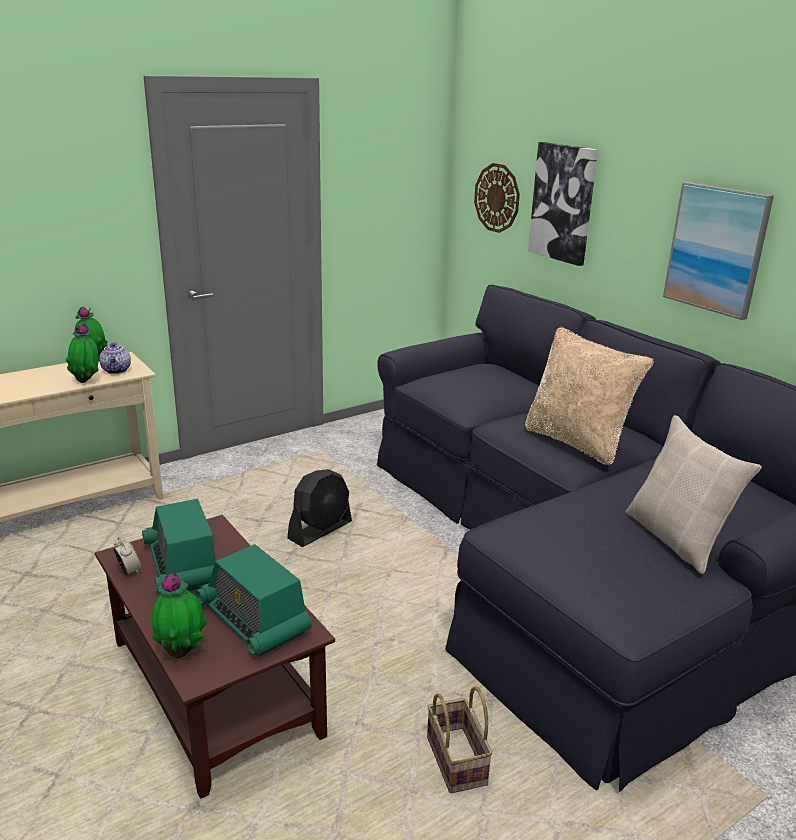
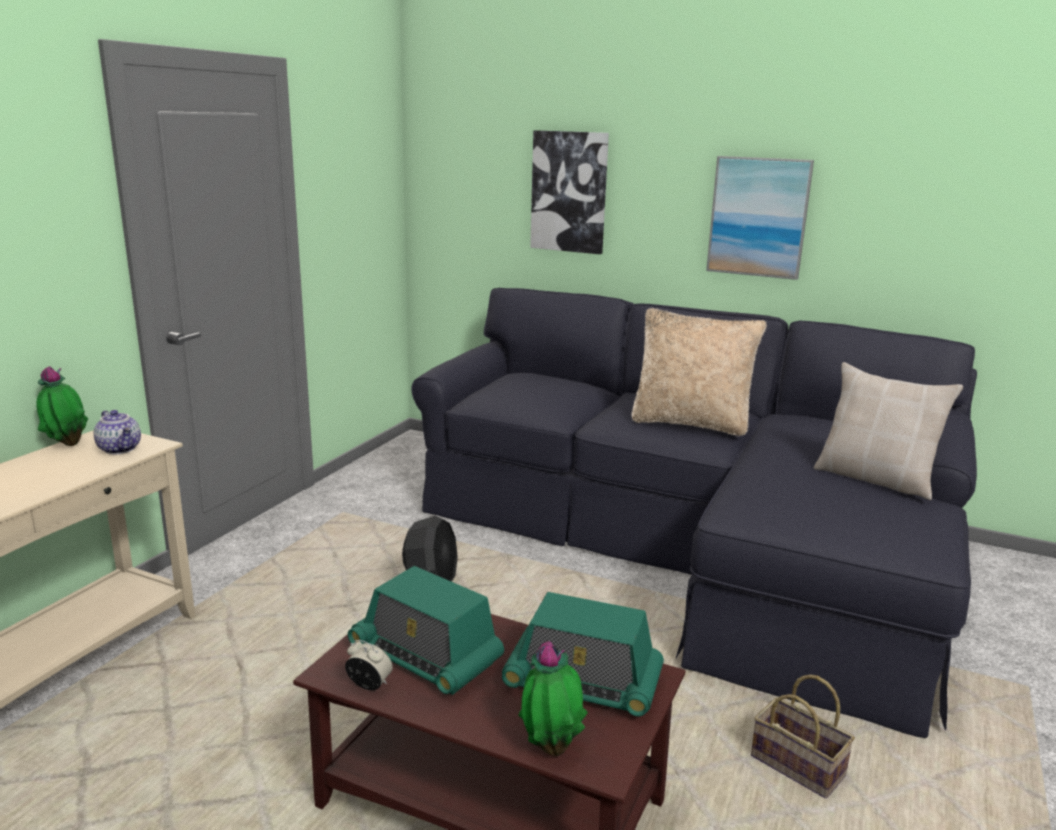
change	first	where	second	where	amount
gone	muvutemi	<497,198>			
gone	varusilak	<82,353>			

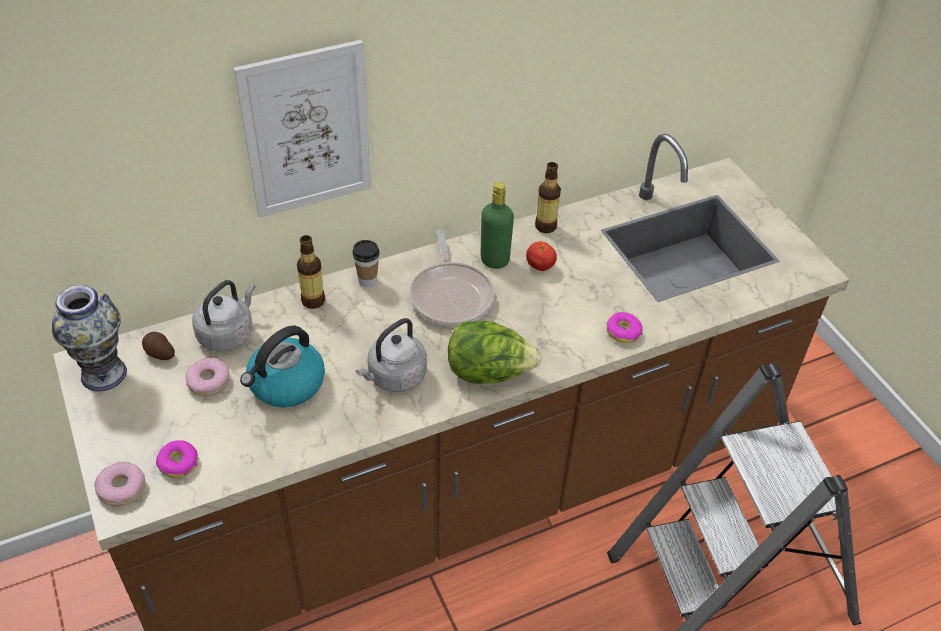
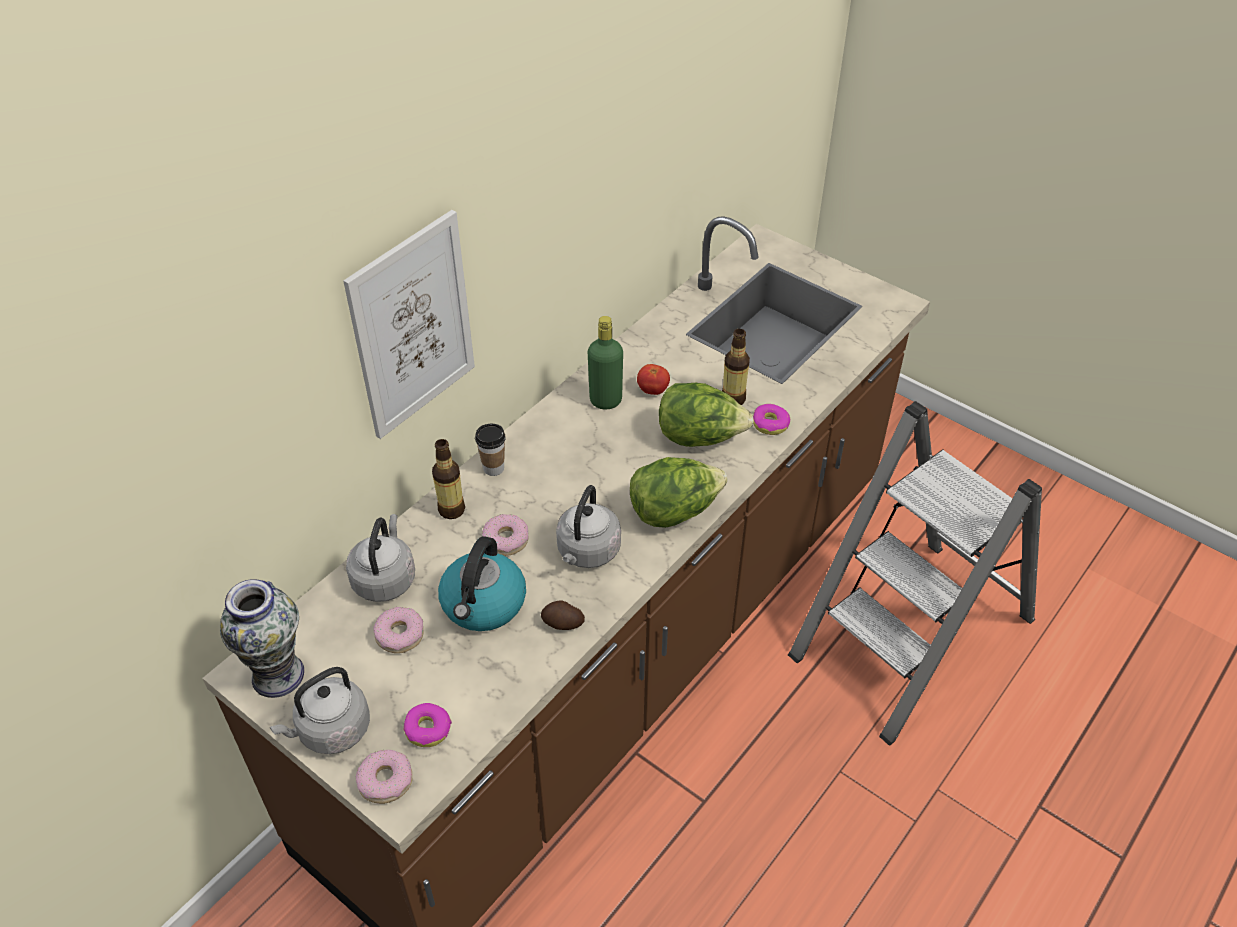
change	first	where	second	where	amount
shifted	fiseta	<548,197>		<736,367>	
gone	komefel	<452,278>			
shifted	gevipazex	<158,346>		<563,615>	
new			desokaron	<706,415>	
new			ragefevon	<505,535>	
new			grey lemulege	<320,710>	

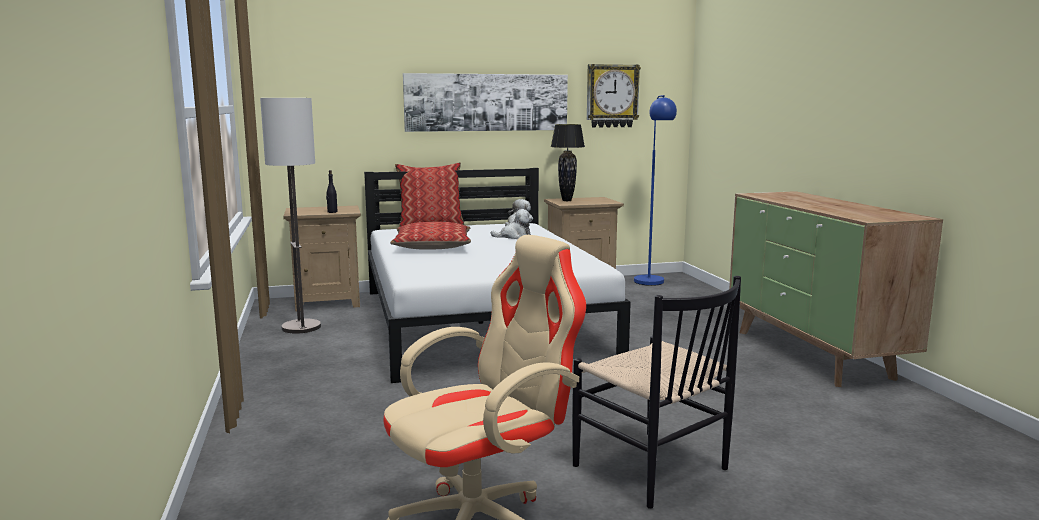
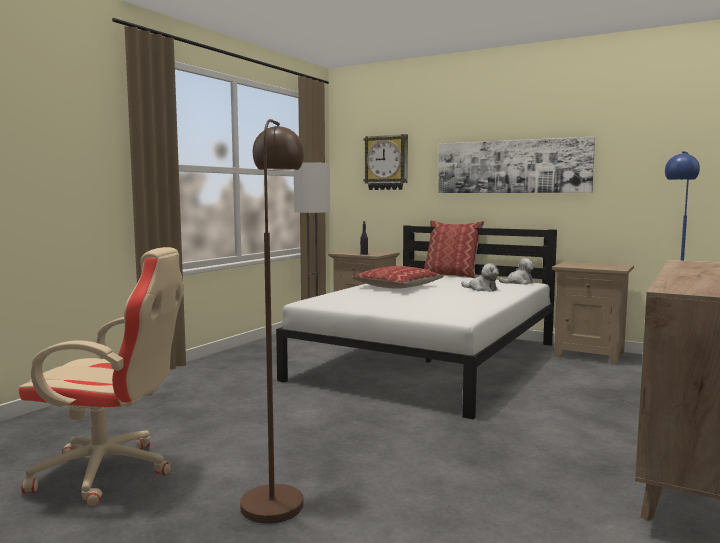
change	first	where	second	where	amount
shifted	muvutemi	<614,96>		<386,162>	
gone	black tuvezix	<568,162>			
swapped	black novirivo	<656,392>	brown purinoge	<272,321>	

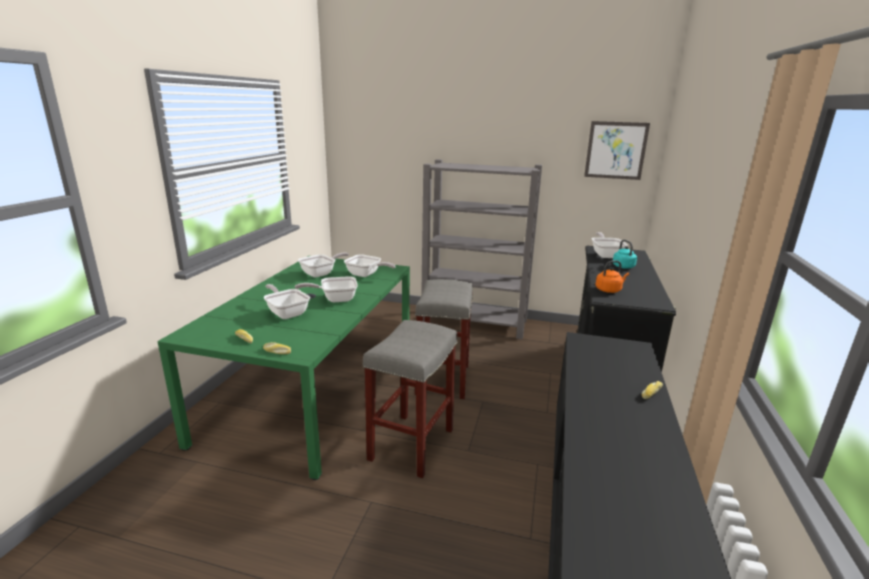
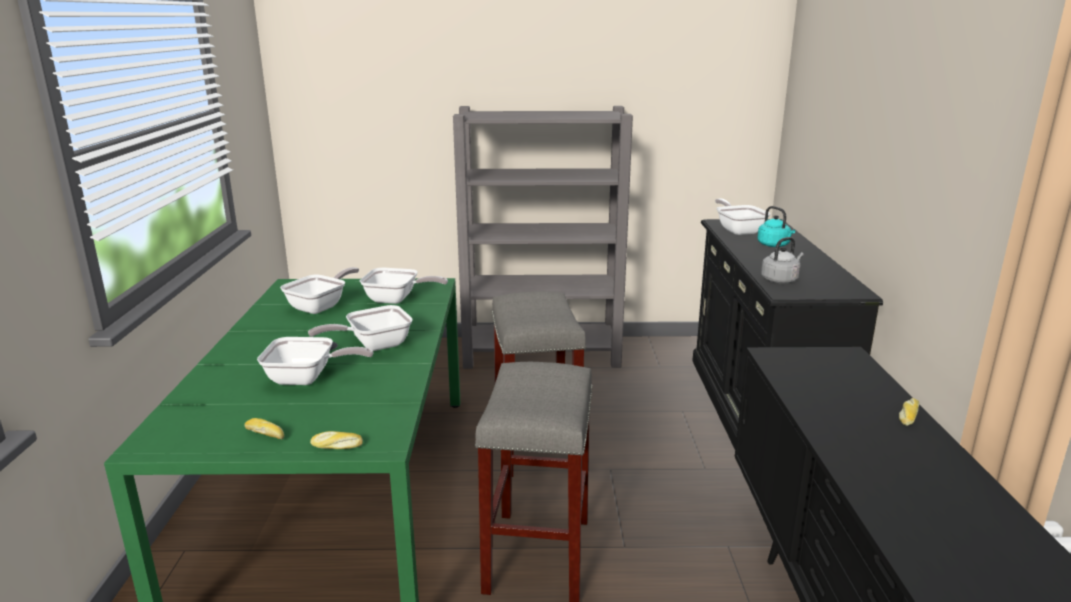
change	first	where	second	where	amount
gone	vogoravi	<617,150>			
repainted	orange lemulege	<612,276>	grey lemulege	<782,260>	
rotated	komefel	<286,301>		<315,361>	150 degrees clockwise

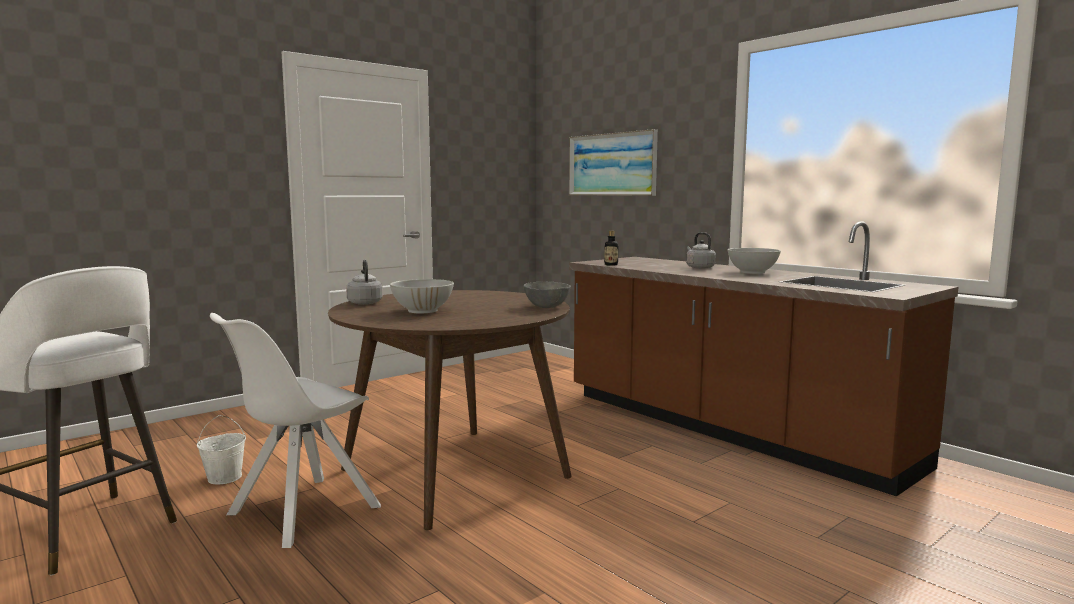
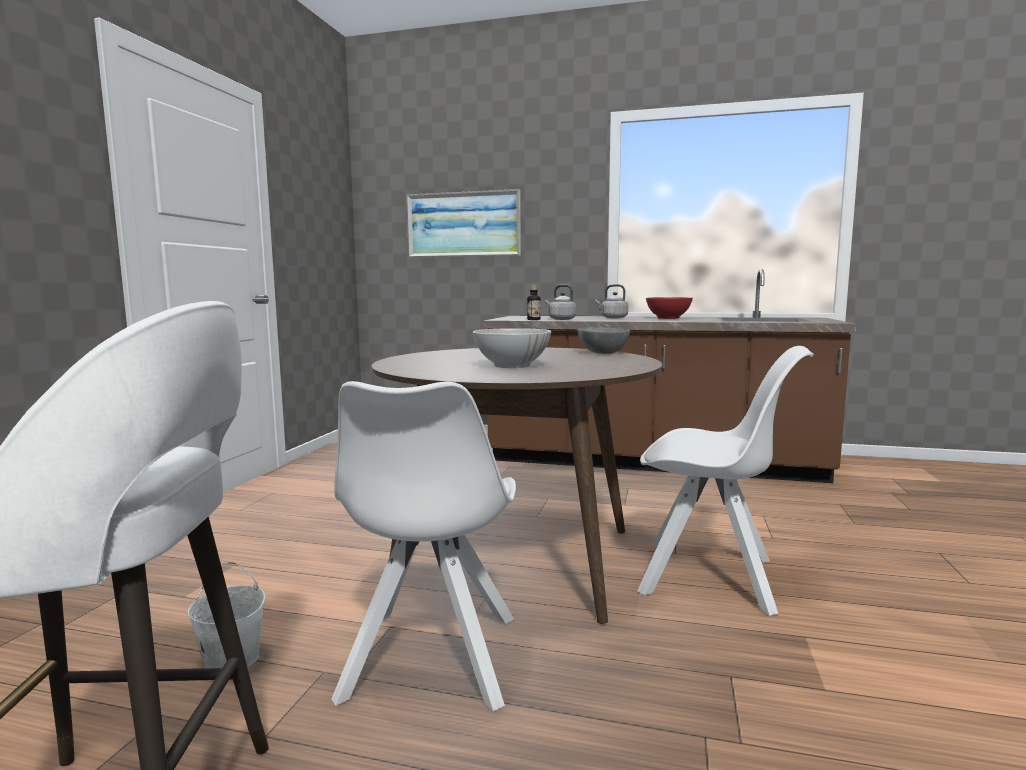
change	first	where	second	where	amount
repainted	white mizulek	<754,261>	red mizulek	<669,308>	
shifted	grey lemulege	<364,282>		<561,302>	
new			white novirivo	<725,480>	

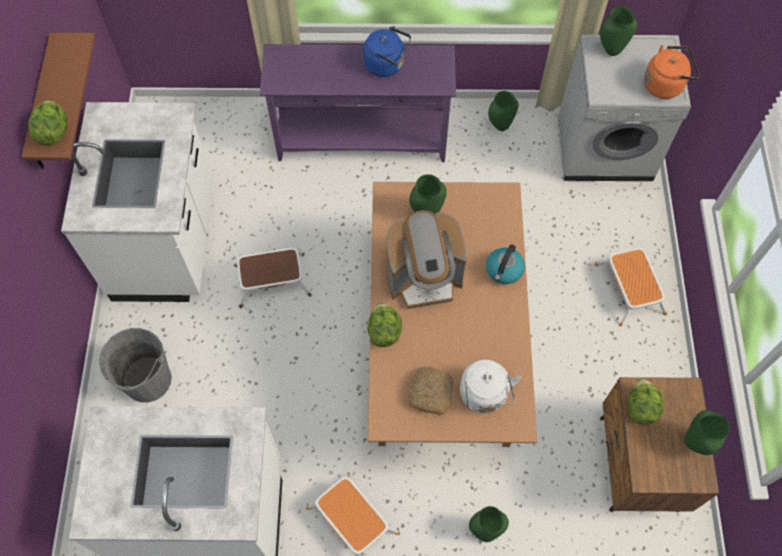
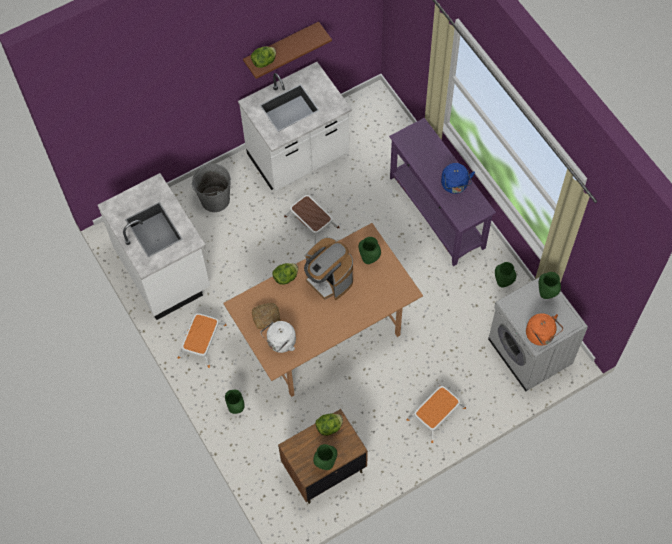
change	first	where	second	where	amount
gone	lemulege	<505,264>			

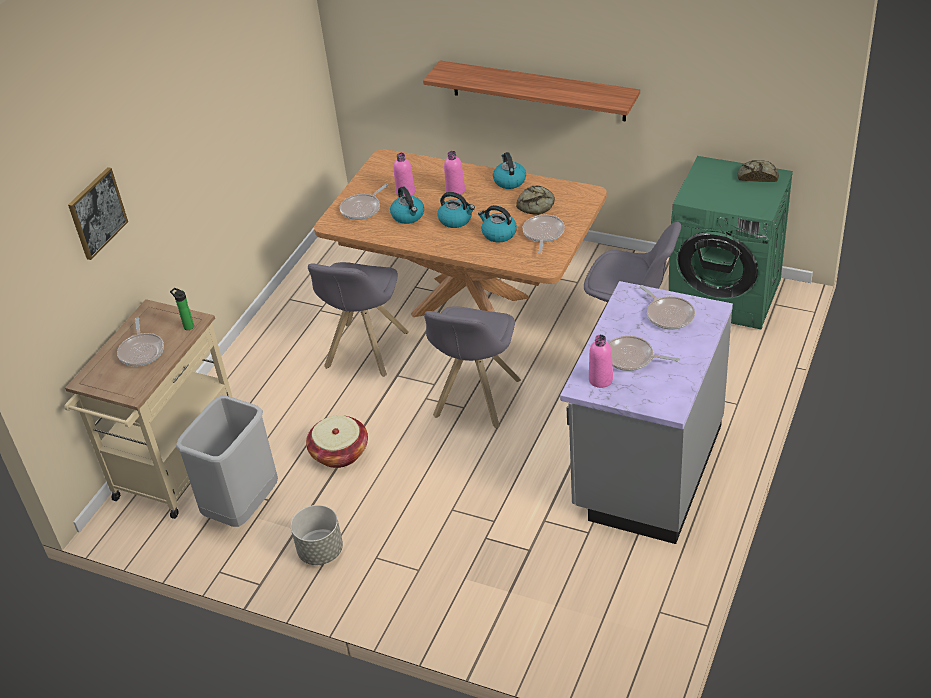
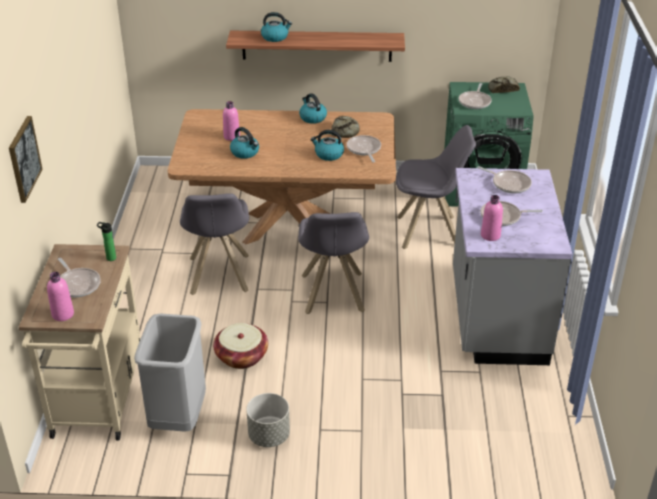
change	first	where	second	where	amount
shifted	pink fiseta	<454,173>		<60,296>	
shifted	komefel	<364,202>		<475,96>	
shifted	lemulege	<456,210>		<276,27>	

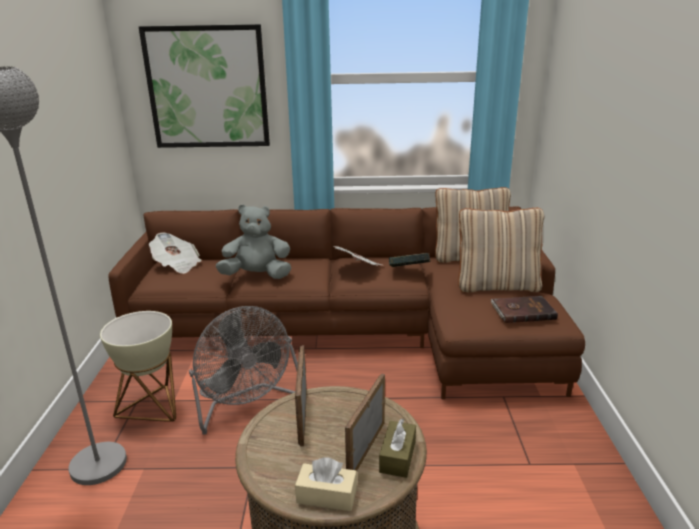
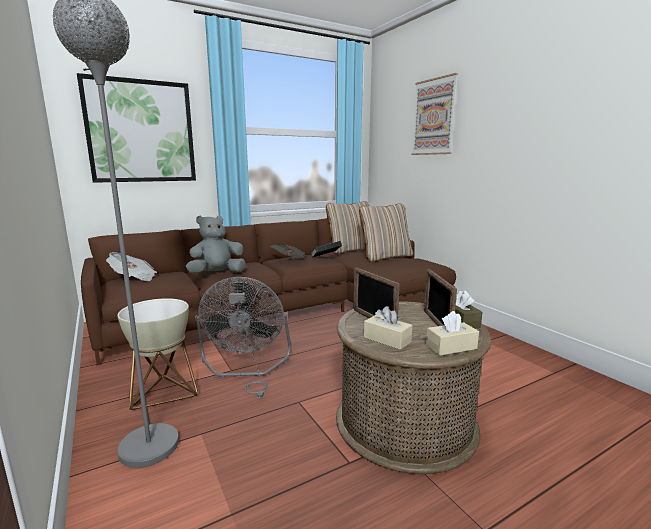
change	first	where	second	where	amount
gone	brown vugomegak	<524,309>			
rotated	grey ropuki	<243,370>		<243,337>	120 degrees counterclockwise
new			vogoravi	<435,114>	
new			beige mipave	<388,328>	

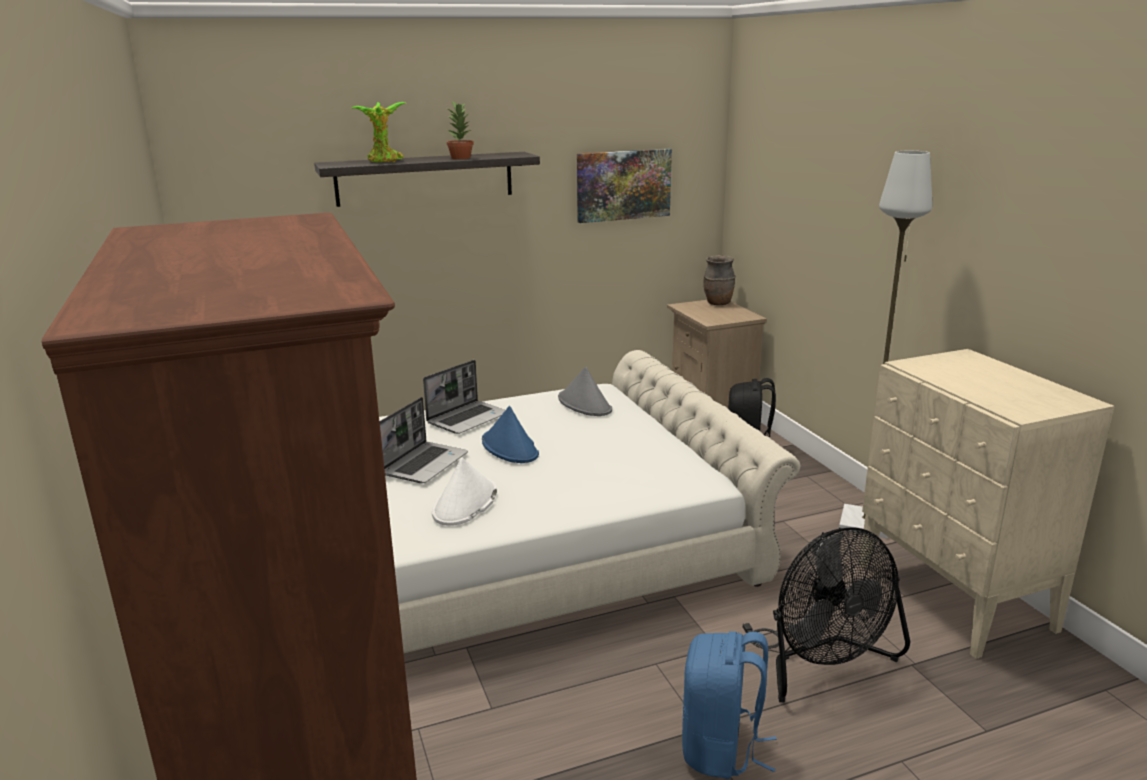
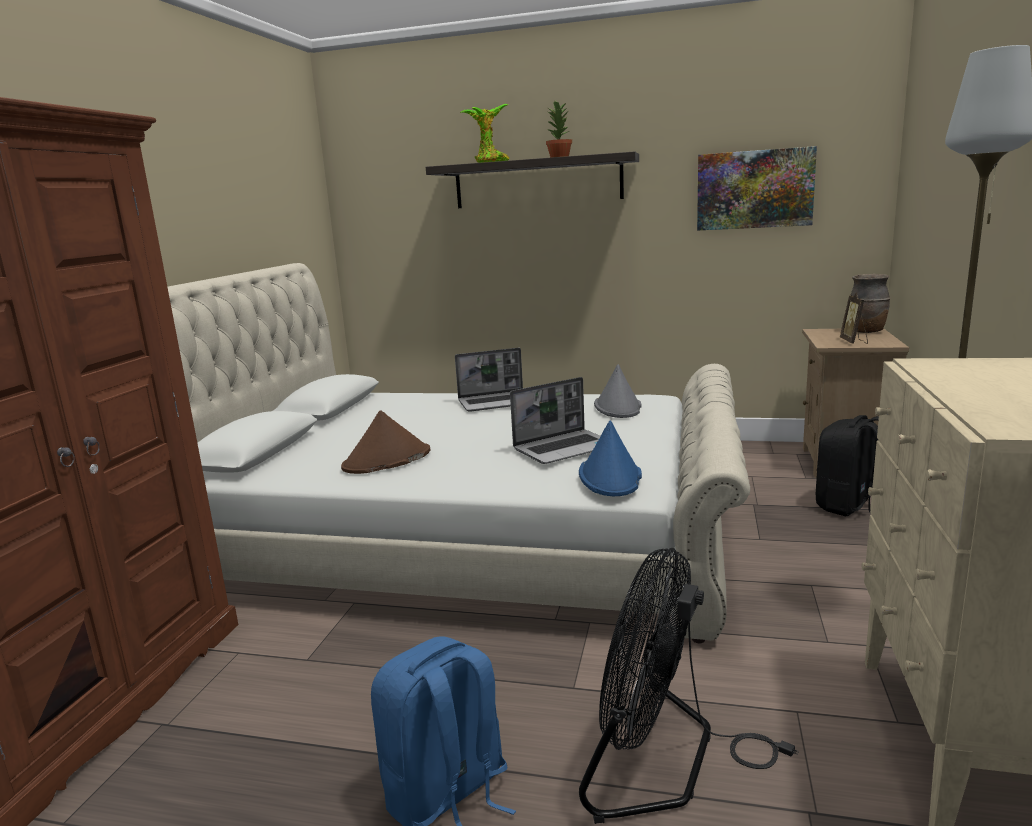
change	first	where	second	where	amount
shifted	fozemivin	<424,440>		<555,420>	
shifted	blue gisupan	<510,434>		<610,458>	
repainted	white gisupan	<464,491>	brown gisupan	<385,442>	
rotated	black ropuki	<826,614>		<689,686>	105 degrees clockwise
new			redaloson	<854,318>	

